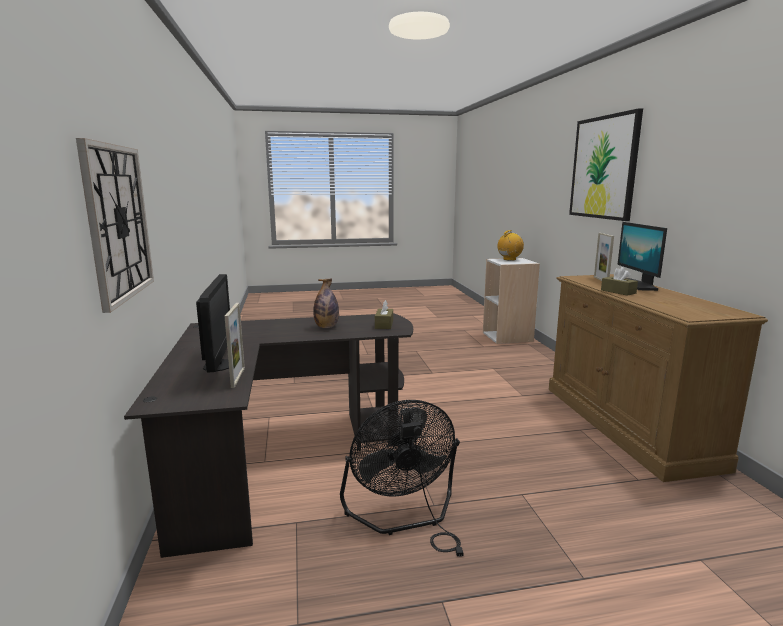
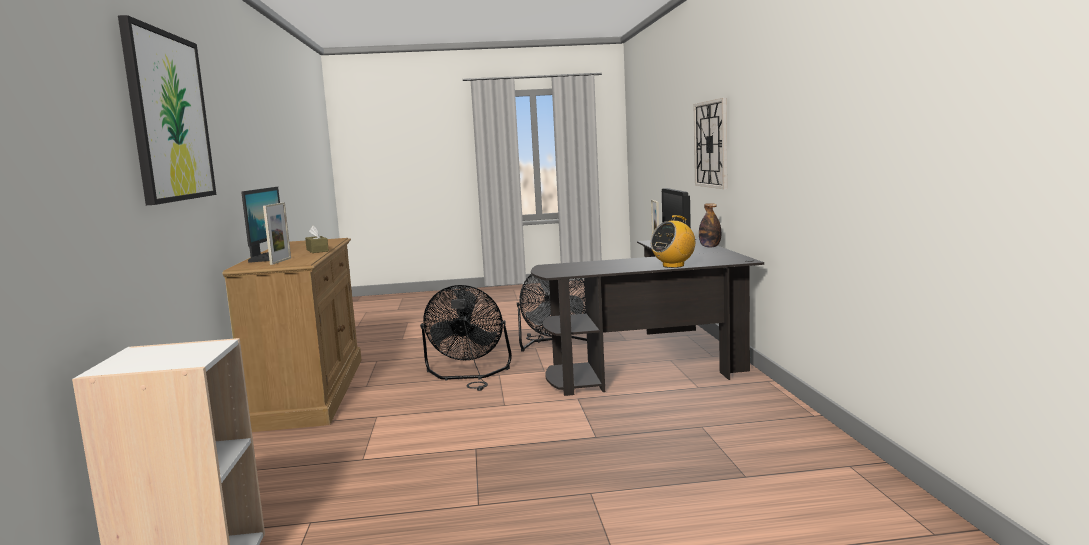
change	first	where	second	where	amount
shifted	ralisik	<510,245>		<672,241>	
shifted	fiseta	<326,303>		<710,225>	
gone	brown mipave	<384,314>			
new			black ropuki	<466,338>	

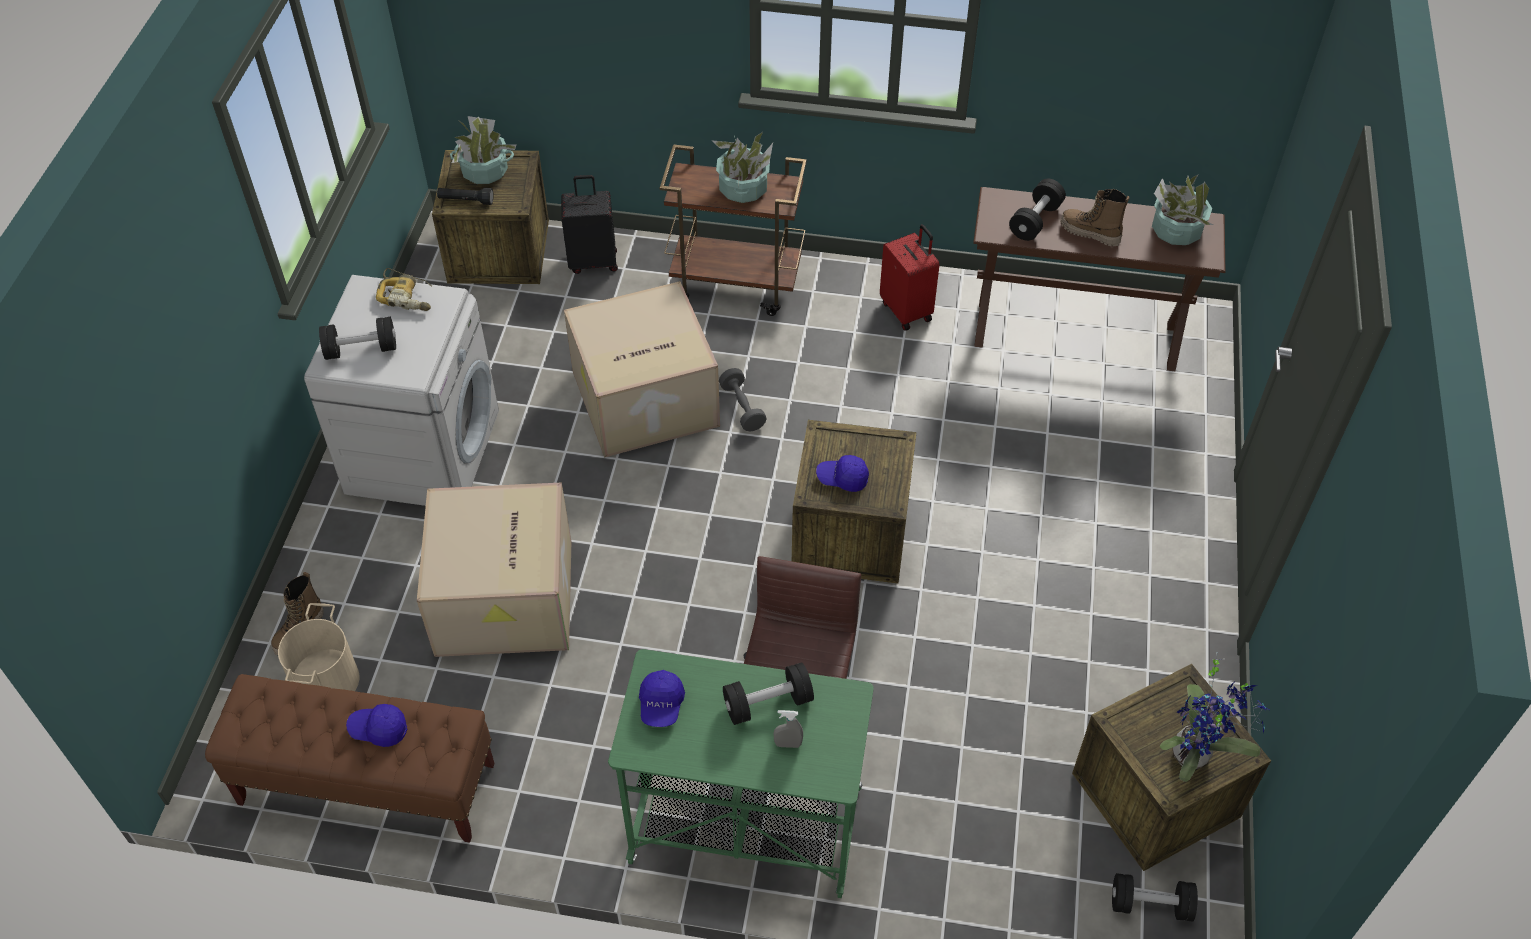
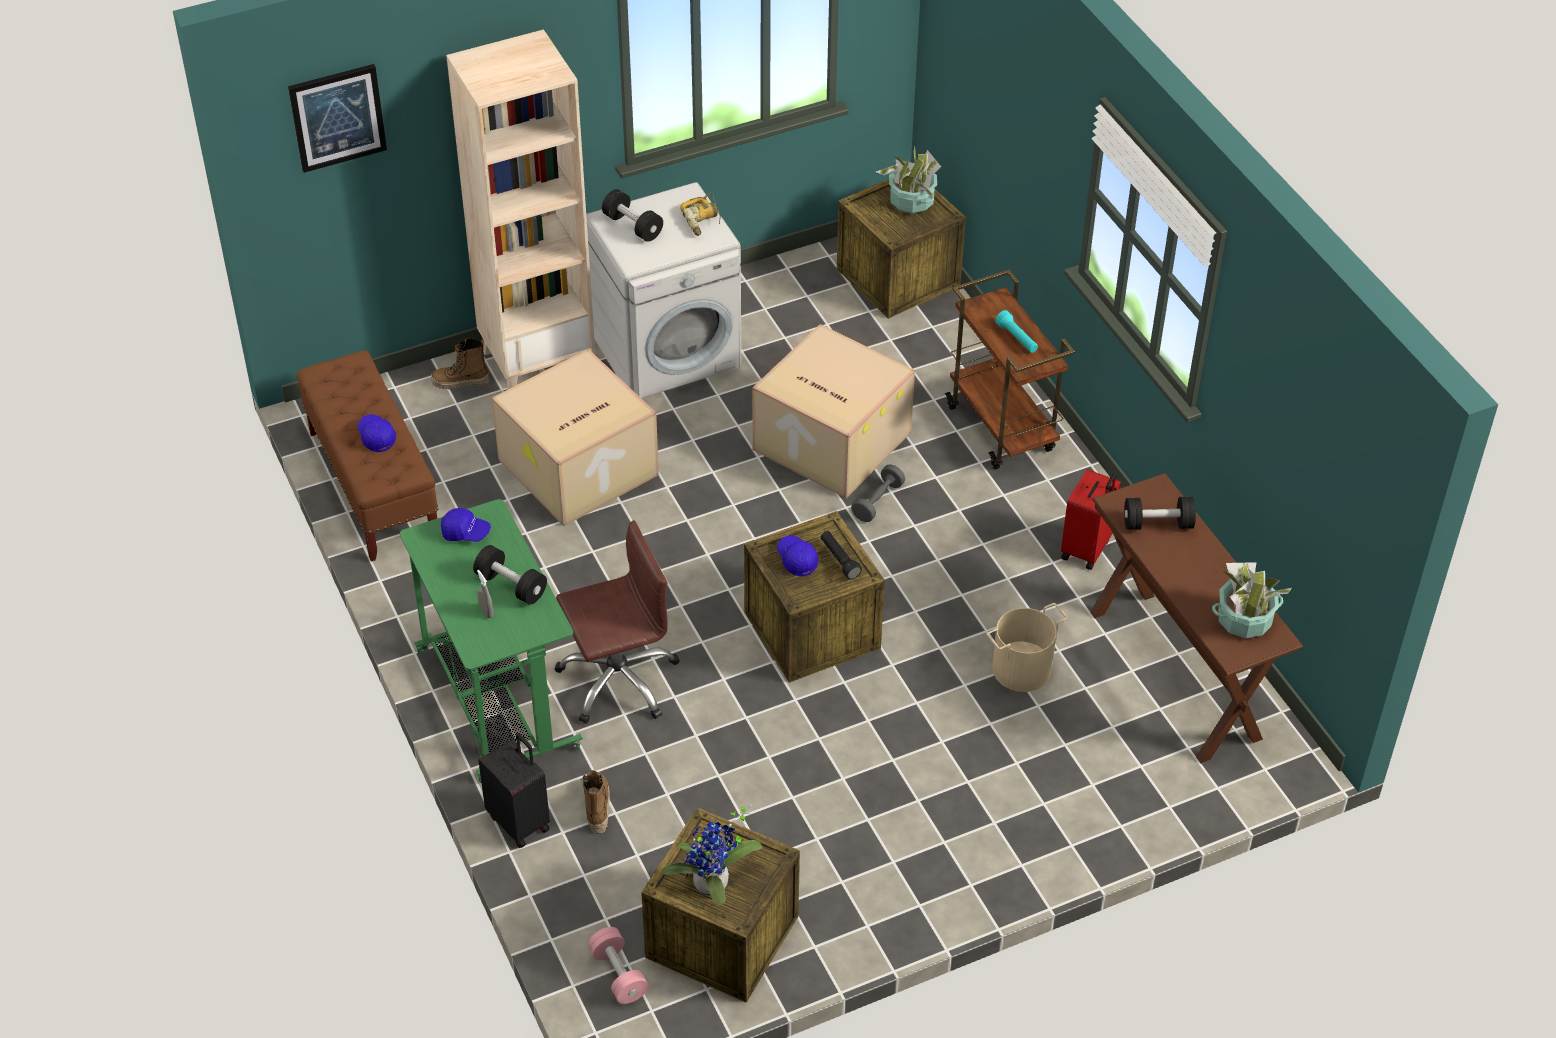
change	first	where	second	where	amount
swapped	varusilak	<742,167>	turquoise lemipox	<1016,331>	
shifted	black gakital	<589,224>		<514,790>	
shifted	black lemipox	<465,196>		<841,555>	
shifted	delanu	<1094,217>		<595,802>	
shifted	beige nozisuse	<318,647>		<1027,647>	
rotated	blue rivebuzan	<662,698>		<466,525>	135 degrees counterclockwise
repainted	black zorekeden	<1155,897>	pink zorekeden	<618,965>	
new			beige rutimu	<520,209>	
new			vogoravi	<337,118>	

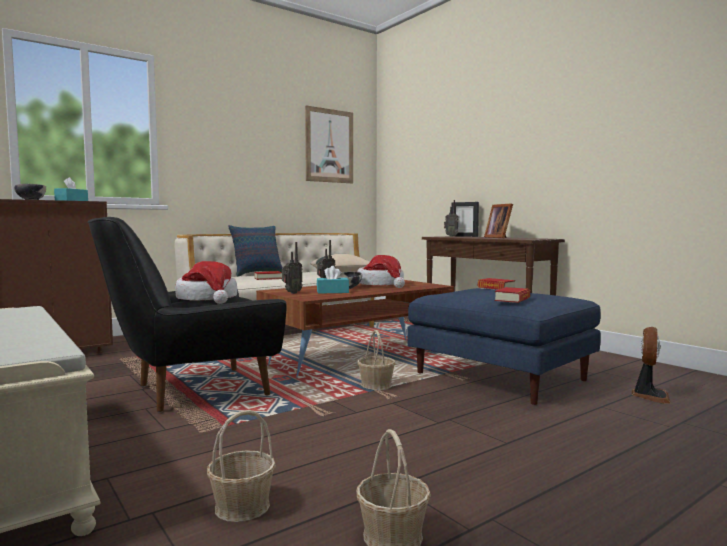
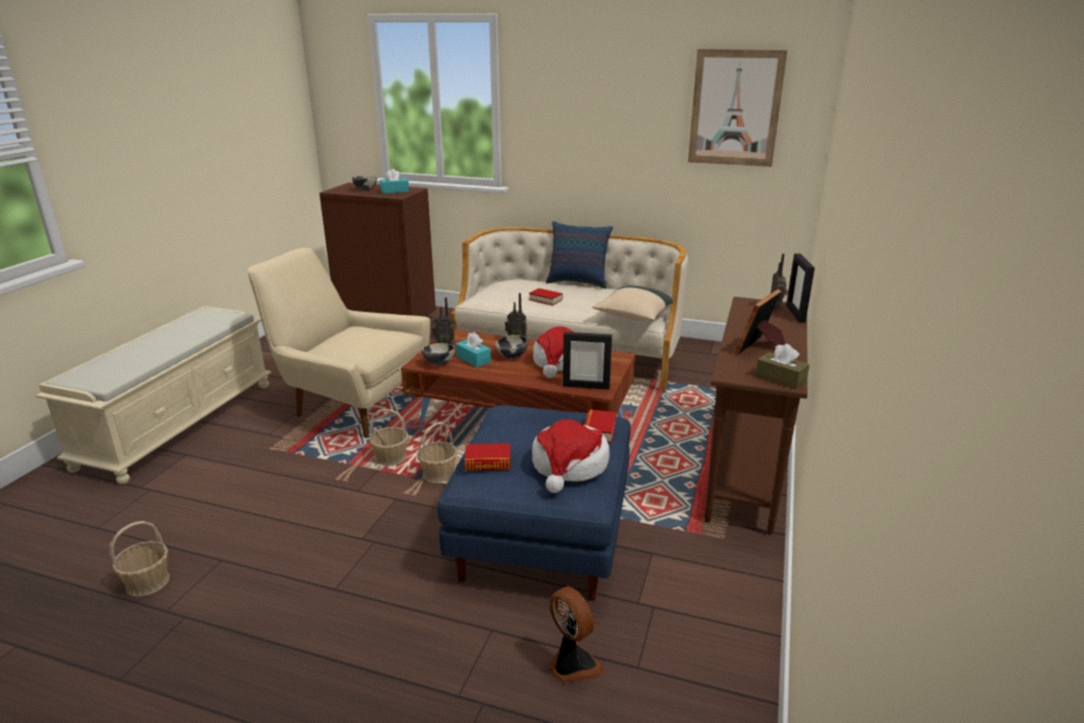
change	first	where	second	where	amount
repainted	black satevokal	<187,315>	beige satevokal	<339,343>	
shifted	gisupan	<206,282>		<571,456>	
rotated	ropuki	<651,365>		<576,634>	120 degrees counterclockwise
shifted	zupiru	<241,466>		<389,437>	
new			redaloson	<587,361>	
new			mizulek	<438,354>	
new			brown mipave	<782,366>	

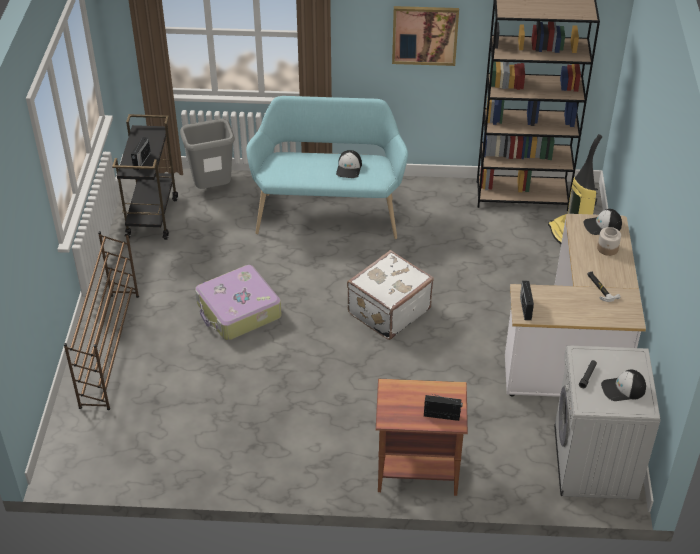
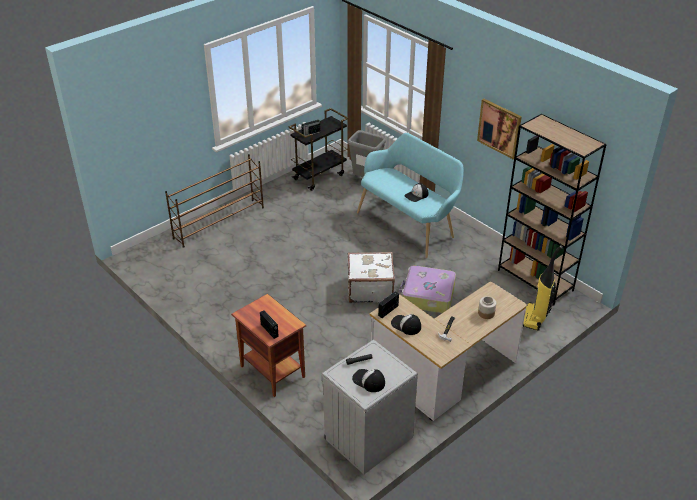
change	first	where	second	where	amount
shifted	rivebuzan	<603,222>		<406,324>	
shifted	gakital	<238,302>		<427,289>	

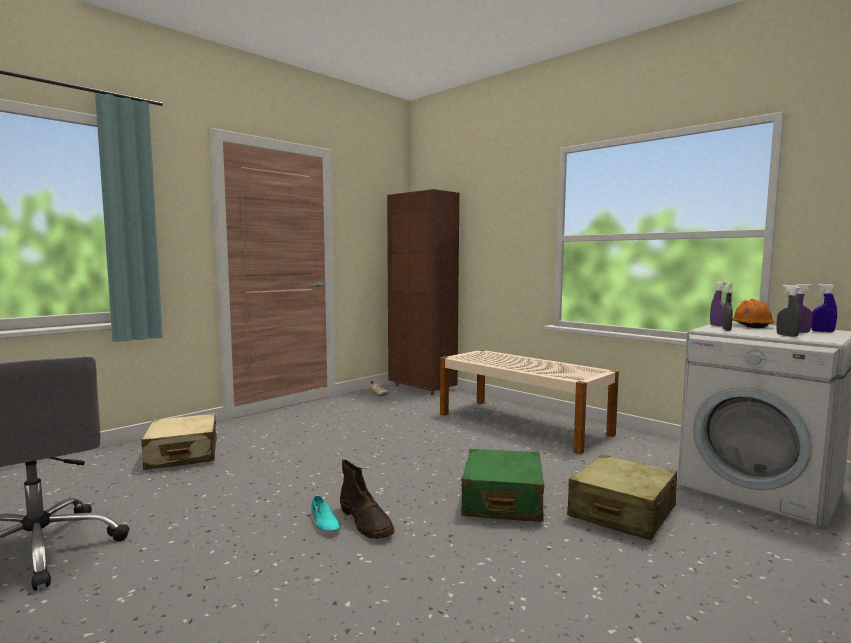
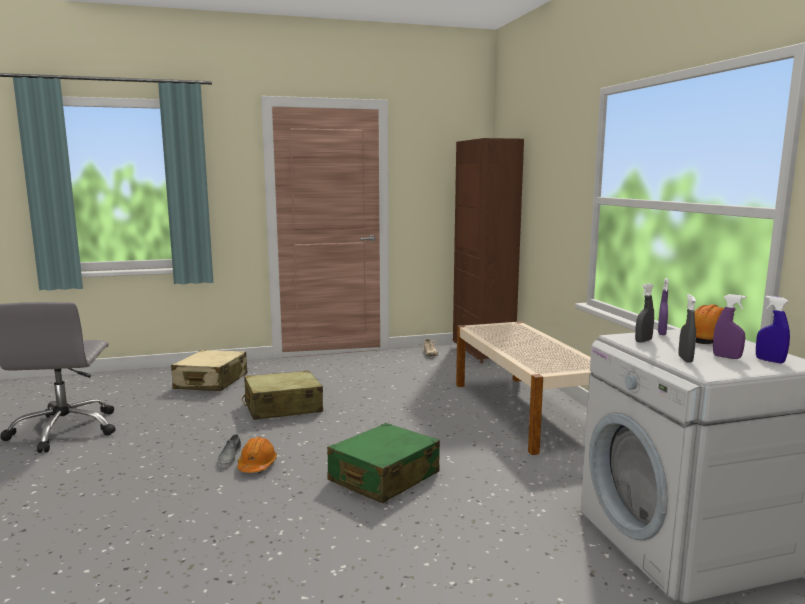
change	first	where	second	where	amount
shifted	beige gakital	<622,497>		<282,395>	
swapped	brown delanu	<367,499>	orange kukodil	<257,455>	
repainted	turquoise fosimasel	<325,516>	grey fosimasel	<229,451>	

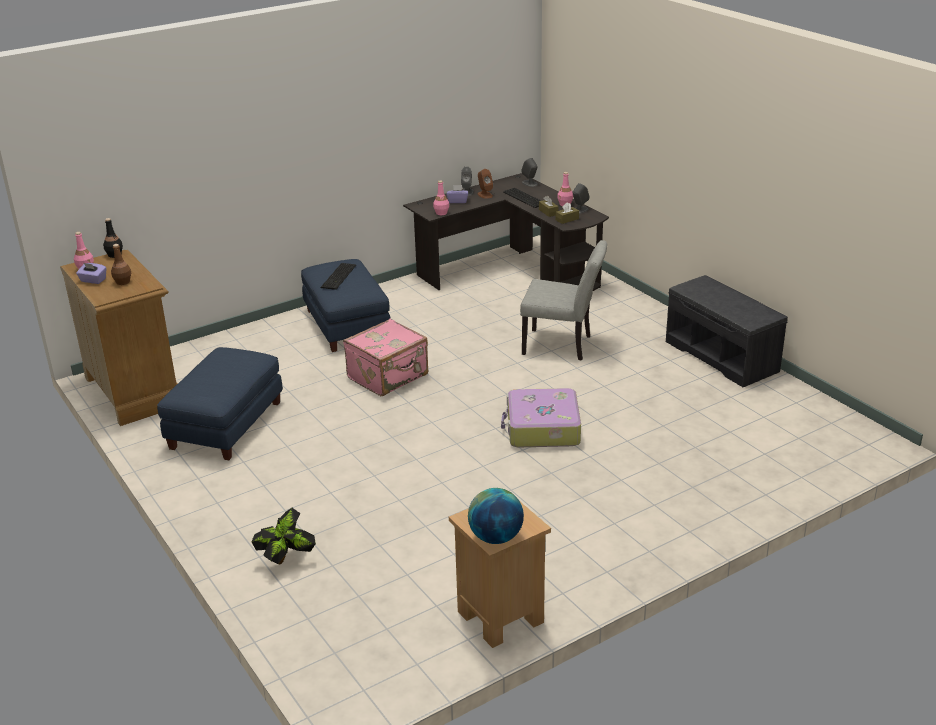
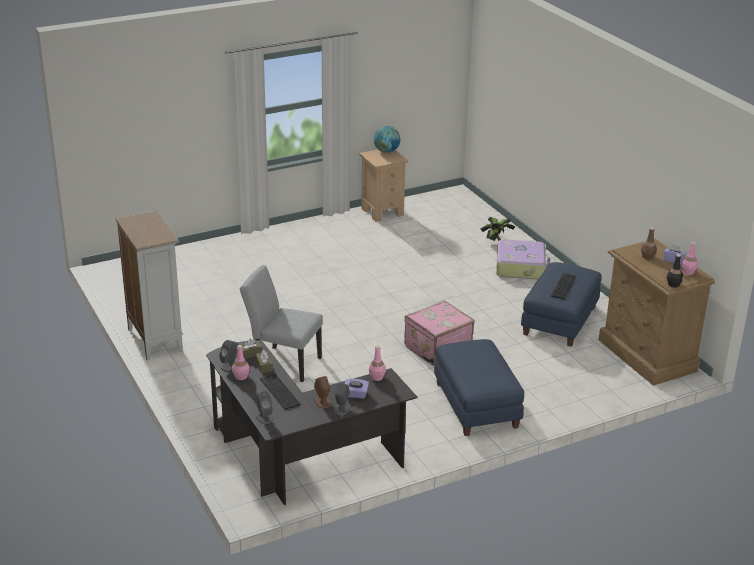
change	first	where	second	where	amount
shifted	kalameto	<338,276>		<564,286>	
swapped	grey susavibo	<727,331>	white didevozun	<149,285>	
shifted	gakital	<541,417>		<523,259>	

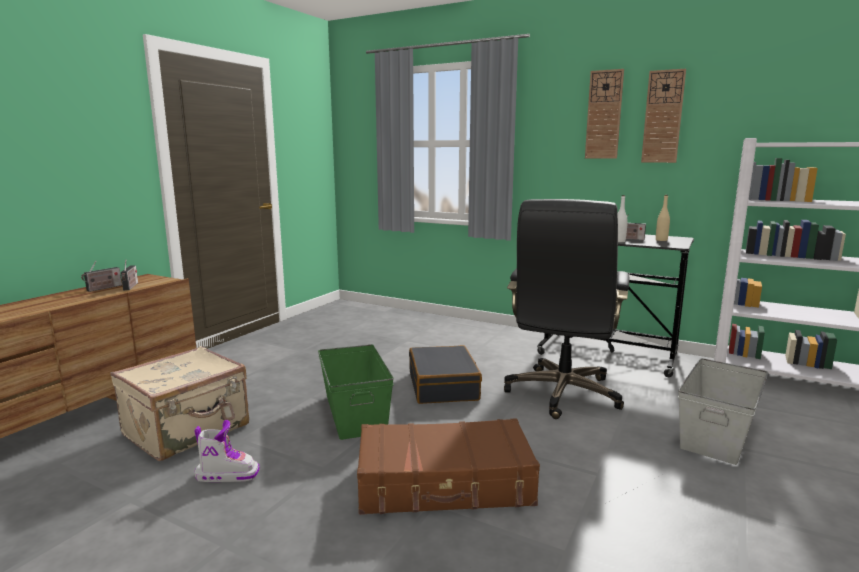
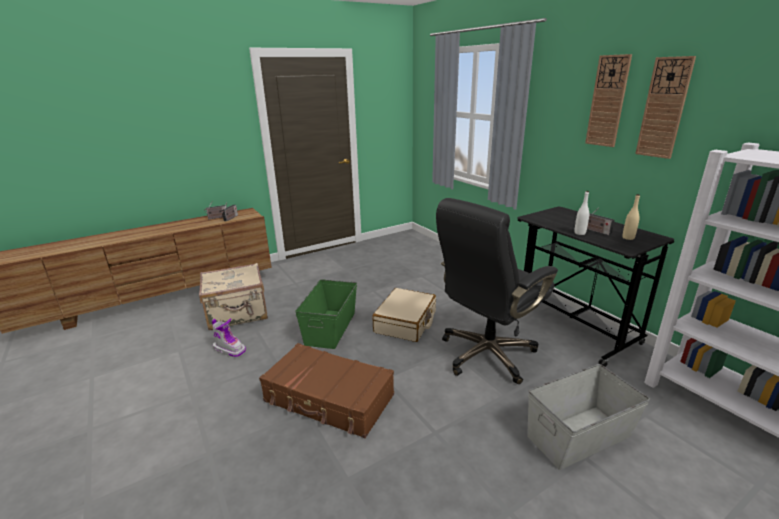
change	first	where	second	where	amount
repainted	black gakital	<445,374>	beige gakital	<404,315>	

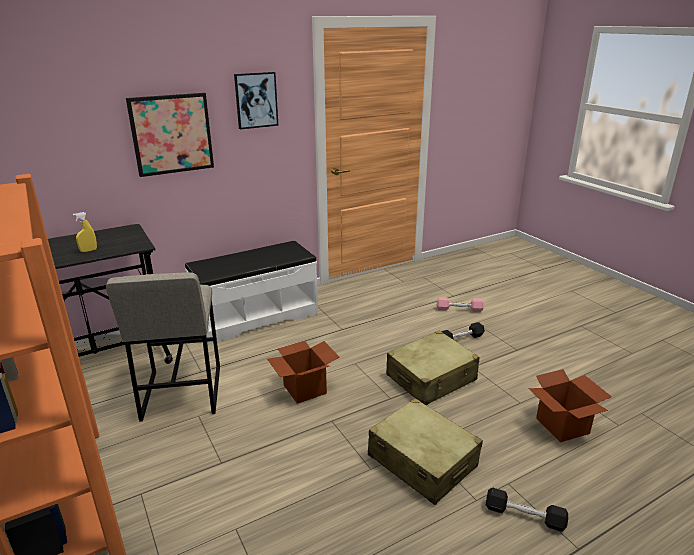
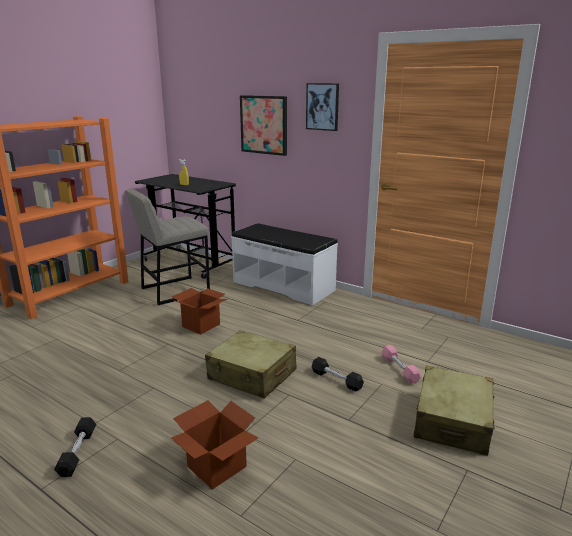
change	first	where	second	where	amount
shifted	beige gakital	<425,451>		<454,410>	

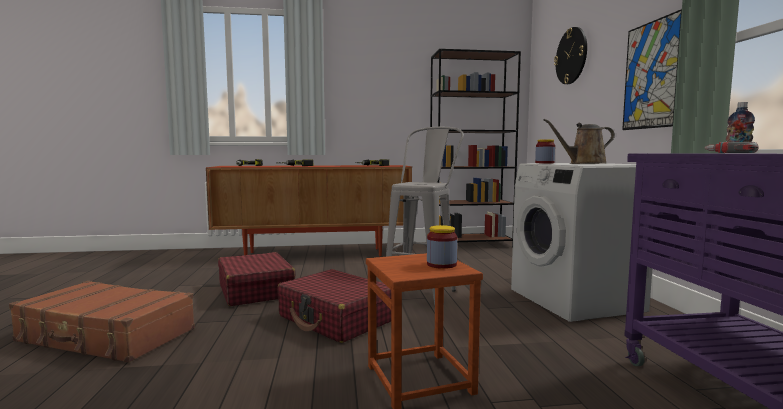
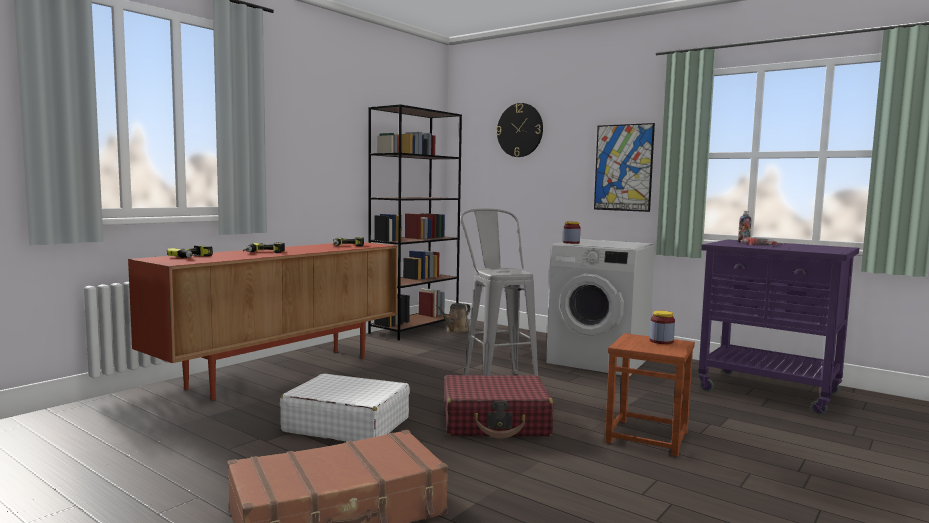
change	first	where	second	where	amount
shifted	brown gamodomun	<579,141>		<453,318>	
repainted	red gakital	<257,279>	white gakital	<345,407>	

